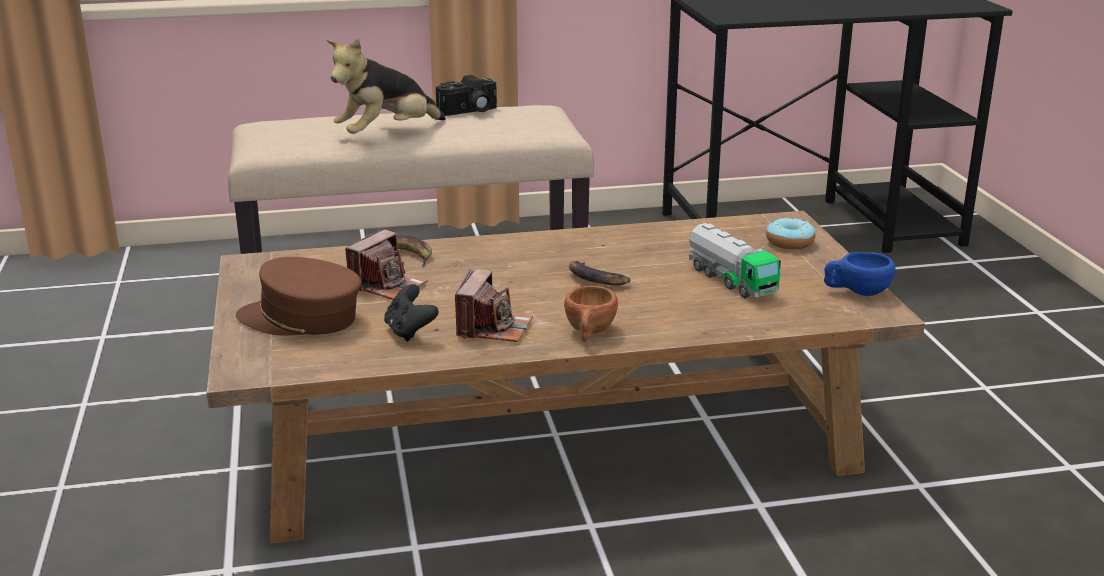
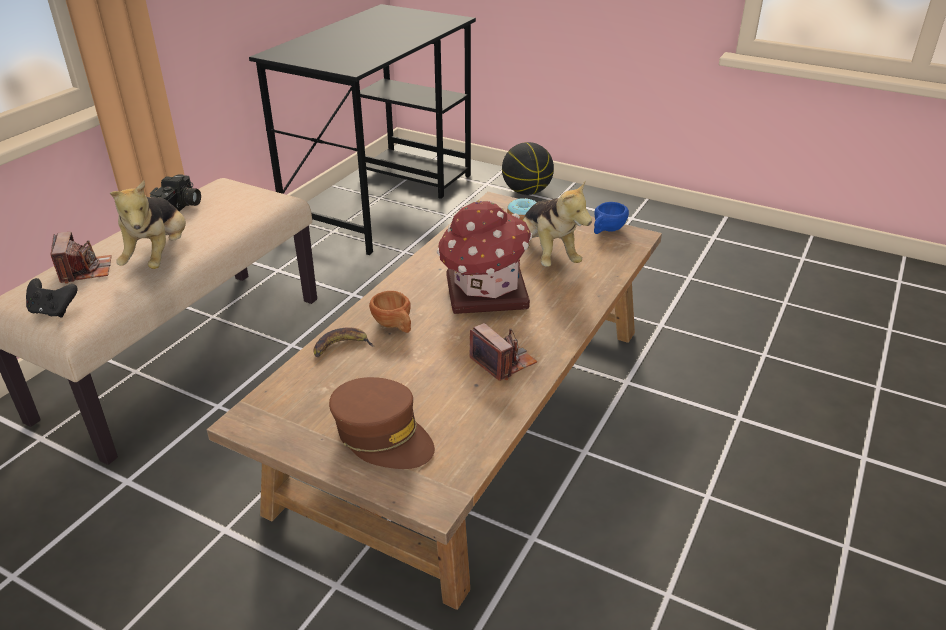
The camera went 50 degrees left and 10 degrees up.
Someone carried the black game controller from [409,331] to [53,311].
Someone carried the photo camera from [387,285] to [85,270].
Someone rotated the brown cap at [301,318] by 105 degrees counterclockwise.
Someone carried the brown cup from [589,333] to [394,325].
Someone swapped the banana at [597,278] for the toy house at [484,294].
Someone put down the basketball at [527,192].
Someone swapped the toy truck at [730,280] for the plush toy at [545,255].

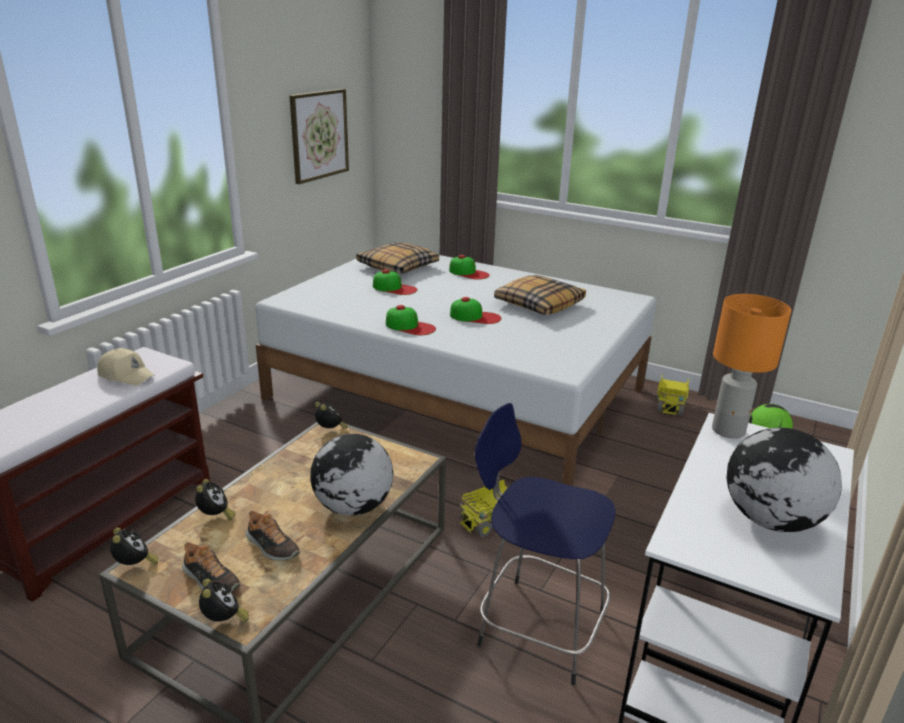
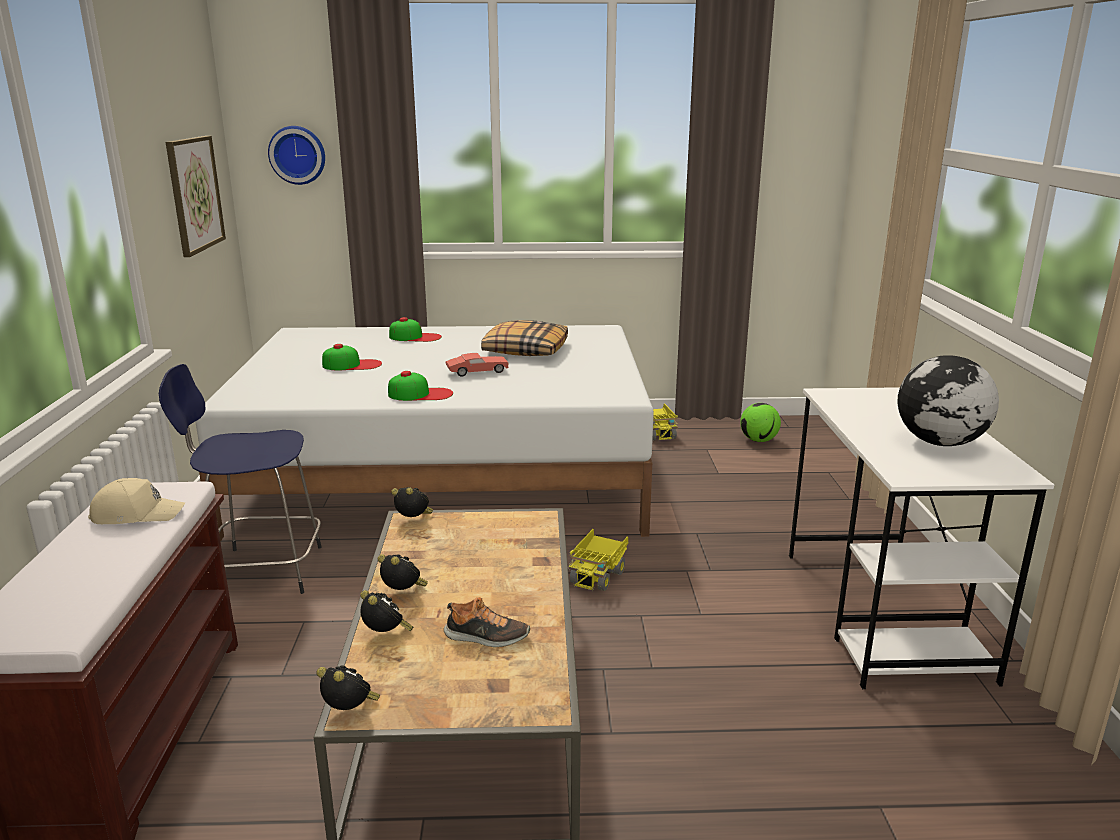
The camera went 30 degrees left and 5 degrees down.
Someone carried the blue stool from [537,627] to [262,570].
Someone put up the wall clock at [298,155].
Someone carried the alarm clock from [224,621] to [403,593].
Someone swapped the cap at [475,316] for the red toy car at [477,372].
Someone took away the shoe at [210,579].
Someone took away the globe at [352,507].
Someone took away the pillow at [397,267].
Someone took away the orange table lamp at [728,430].

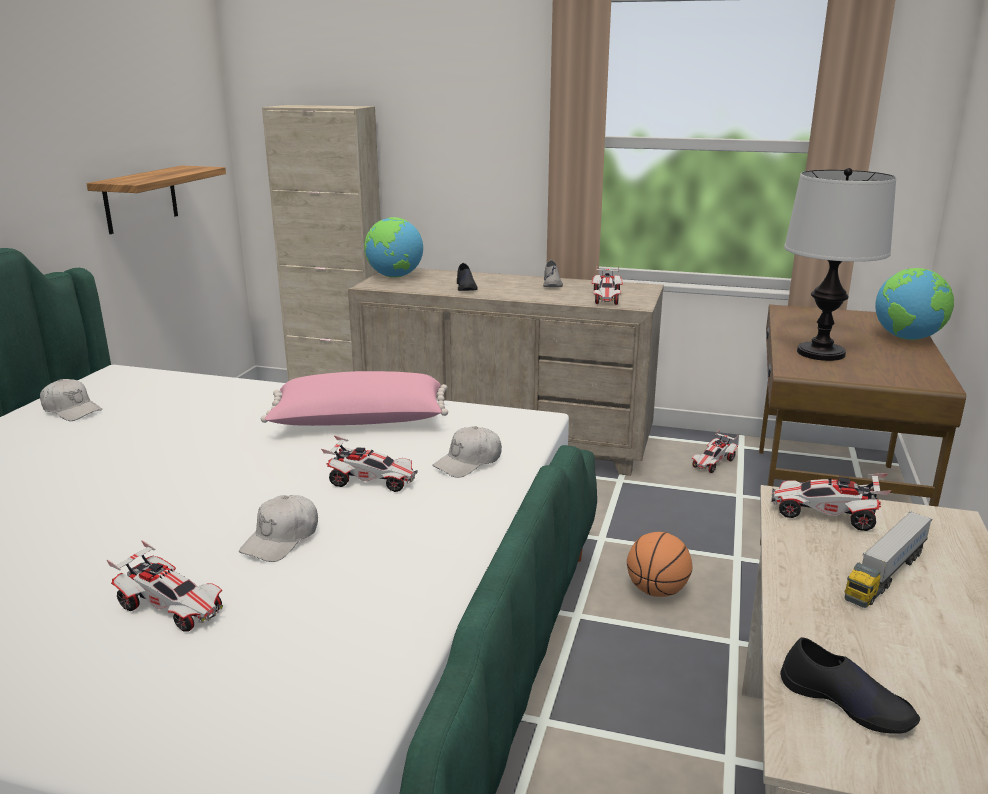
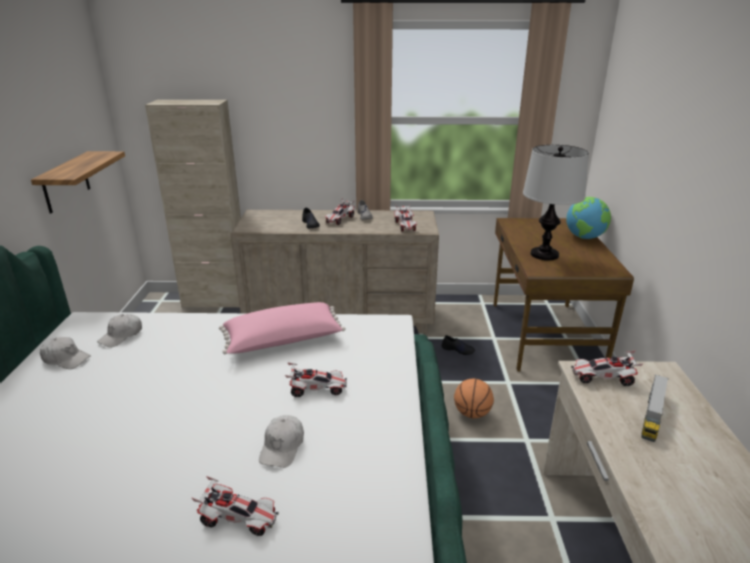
The camera went 15 degrees left and 5 degrees up.
Someone carried the white cap from [468,462] to [121,336].
Someone carried the toy car from [713,463] to [340,219].
Someone carried the black shoe from [846,702] to [458,350].
Someone took away the globe at [394,276].

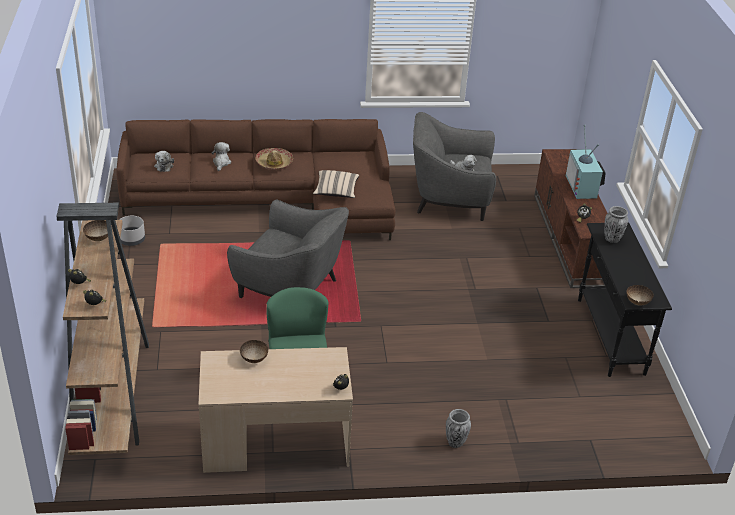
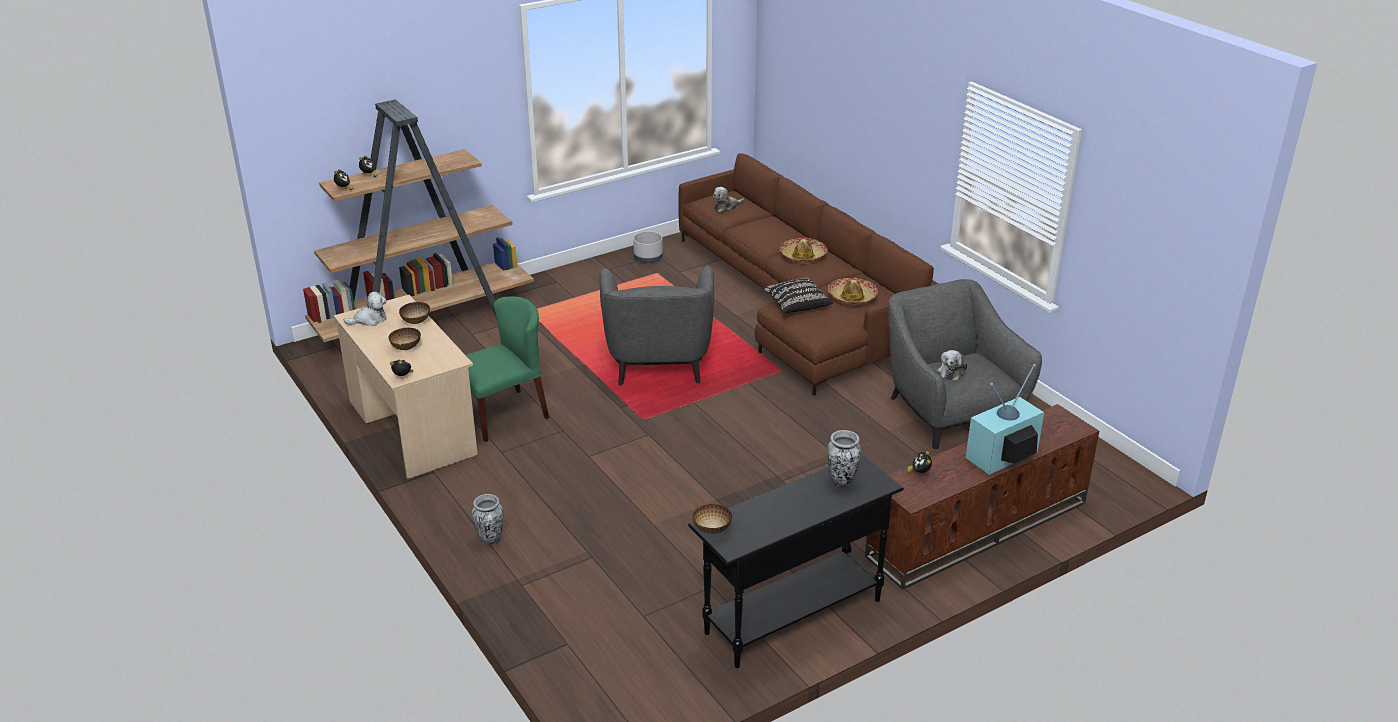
The camera went 65 degrees right and 5 degrees down.
Someone carried the plush toy from [221,163] to [369,320].
Someone carried the bowl from [98,238] to [405,347].
Someone repainted the beige pillow at [336,191], which became the black pillow at [796,305].
Someone put down the hat at [852,297].

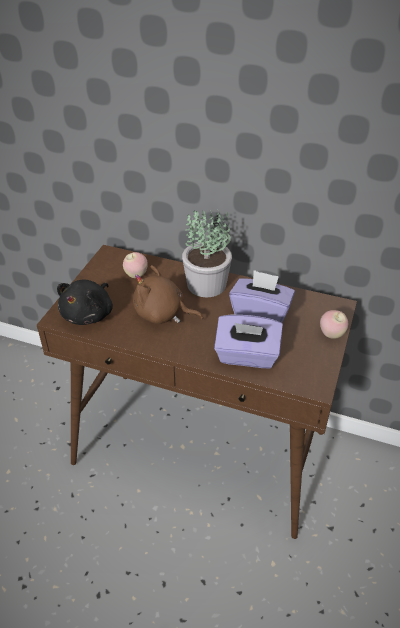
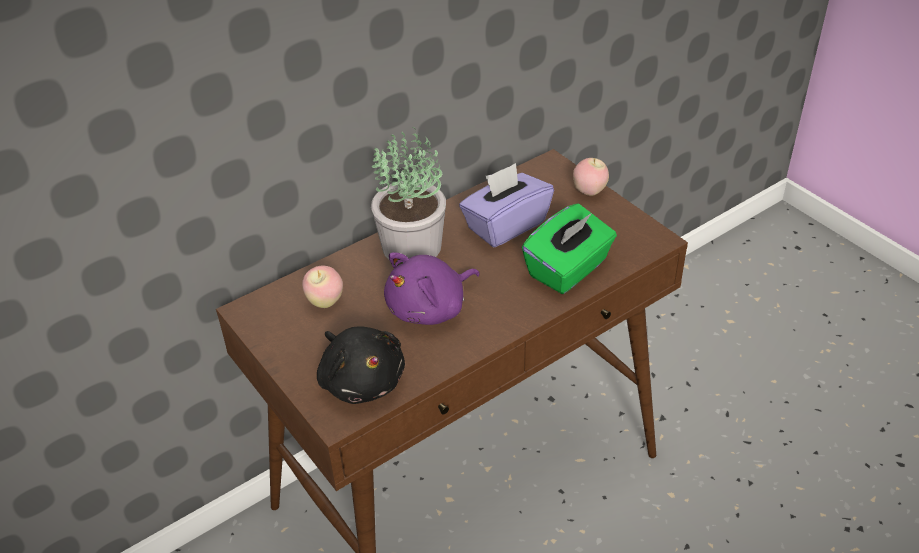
The camera went 55 degrees left and 0 degrees up.
Someone repainted the brown plush toy at [162,314], which became the purple plush toy at [430,308].
Someone repainted the purple tissue box at [247,356], which became the green tissue box at [568,269].

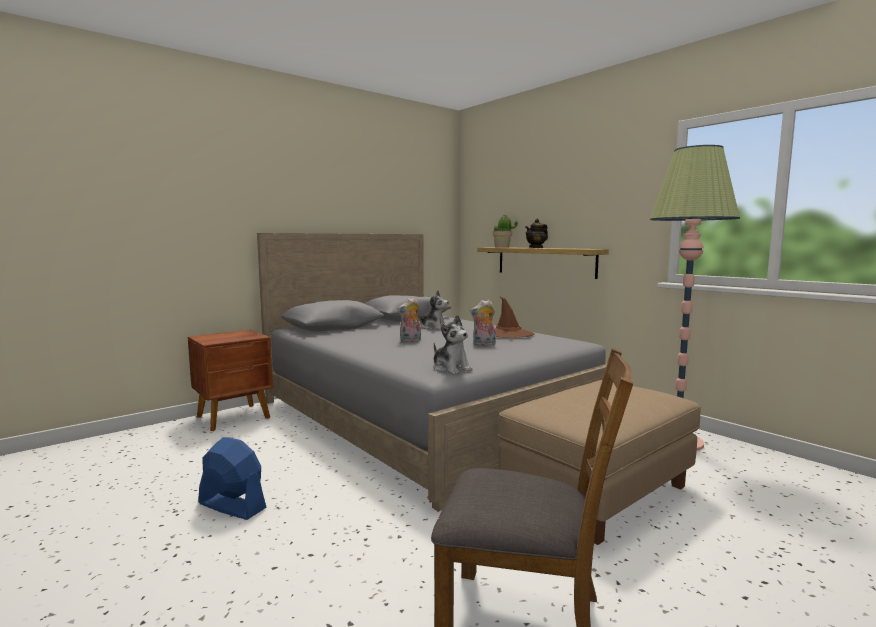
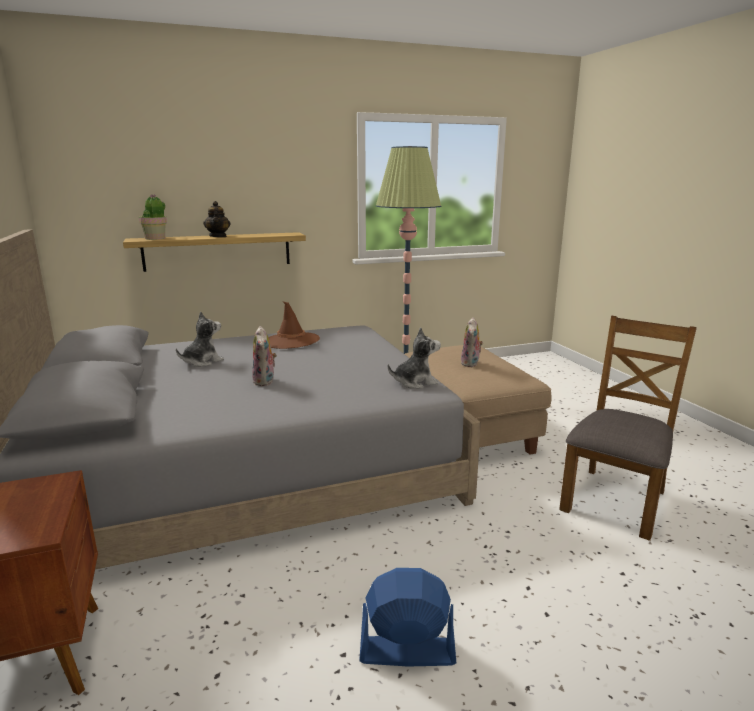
The camera went 70 degrees left and 10 degrees up.
Someone rotated the blue fan at [232,506] by 45 degrees clockwise.
Someone carried the plush toy from [484,344] to [471,364].

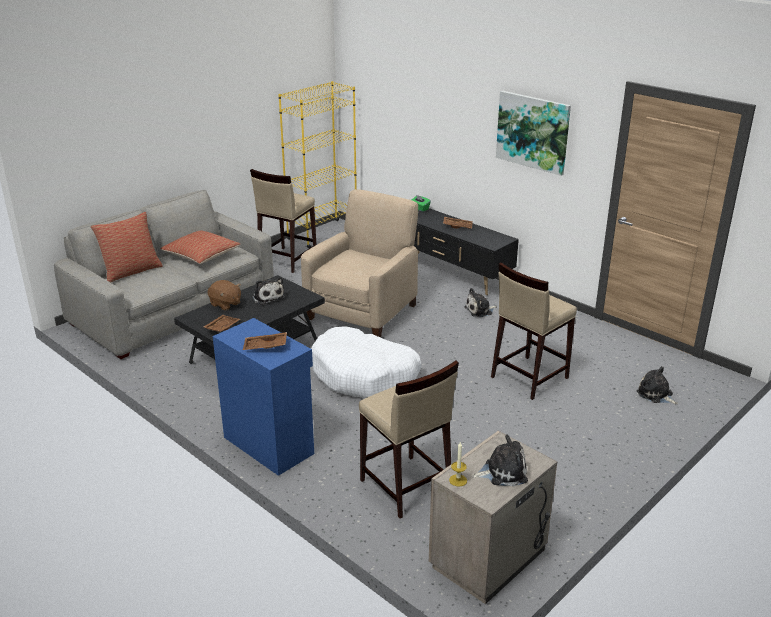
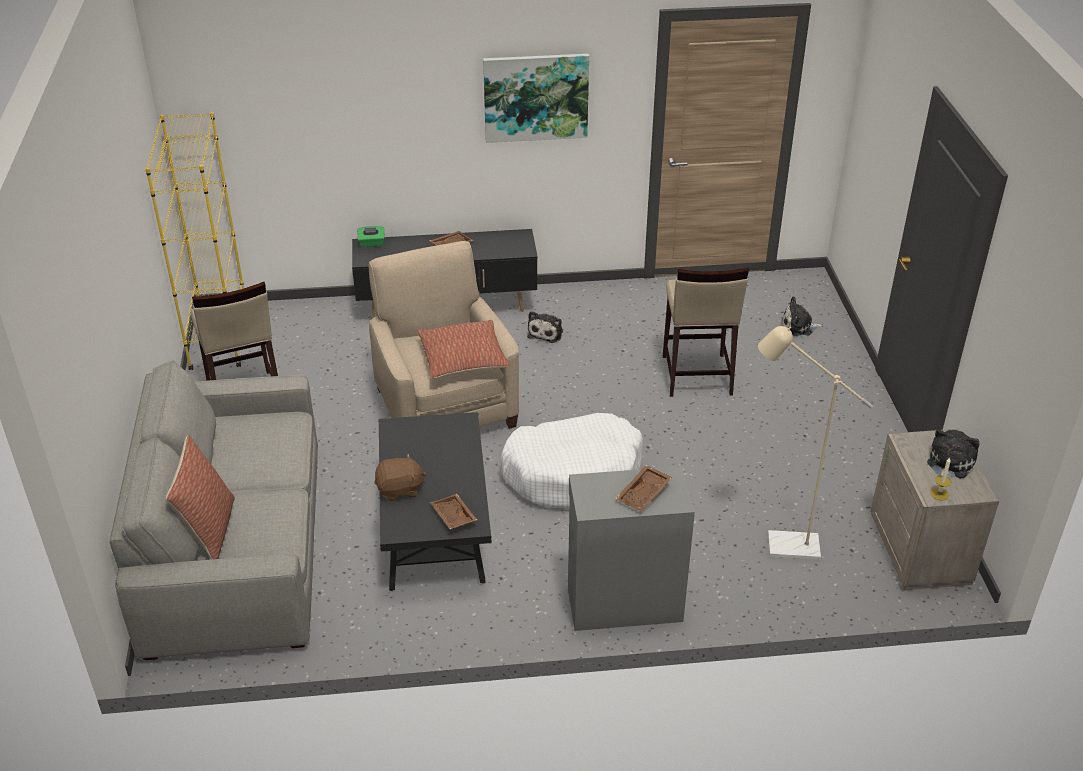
The camera went 50 degrees left and 10 degrees up.
Someone carried the pillow from [201,255] to [463,359].
Someone repainted the blue cabinet at [269,444], which became the grey cabinet at [623,602].
Someone swapped the beige stool at [405,487] for the beige floor lamp at [783,545].
Someone took away the plush toy at [267,297].

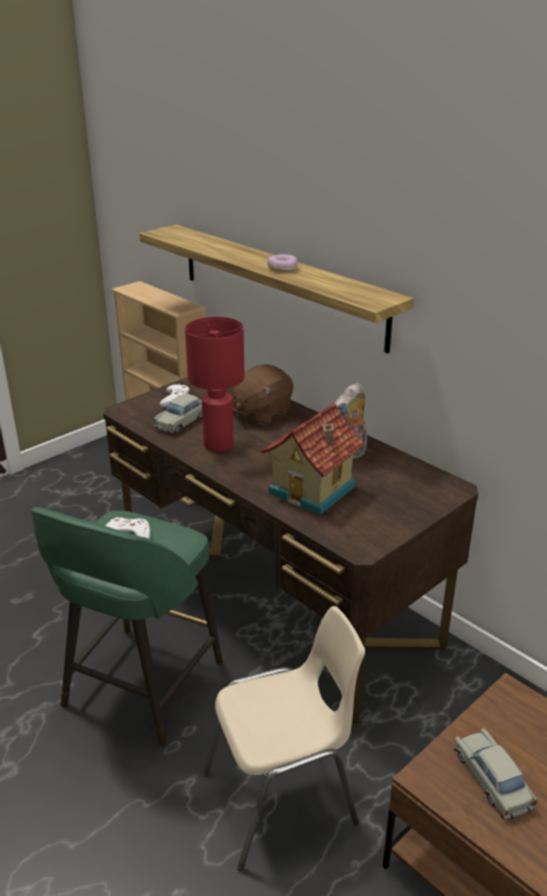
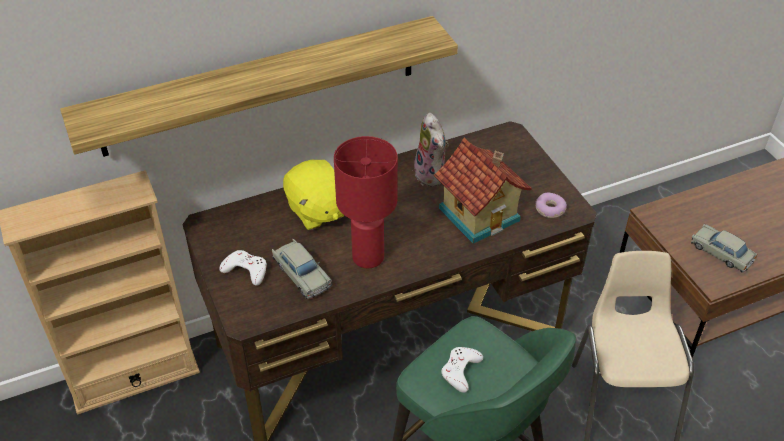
The camera went 70 degrees left and 15 degrees up.
Someone repainted the brown plush toy at [260,412], which became the yellow plush toy at [317,211].
Someone carried the donut from [282,268] to [550,209].
Someone rotated the beige toy car at [492,780] by 45 degrees clockwise.

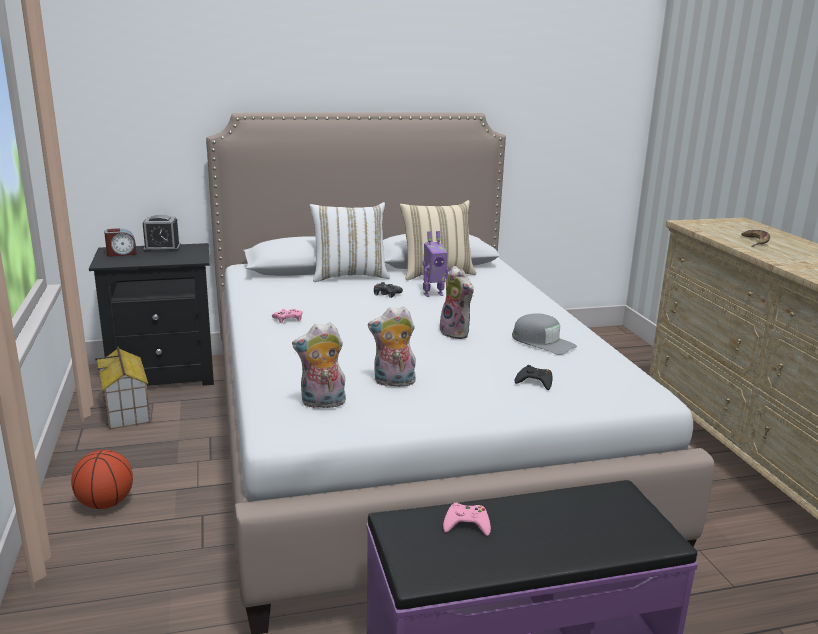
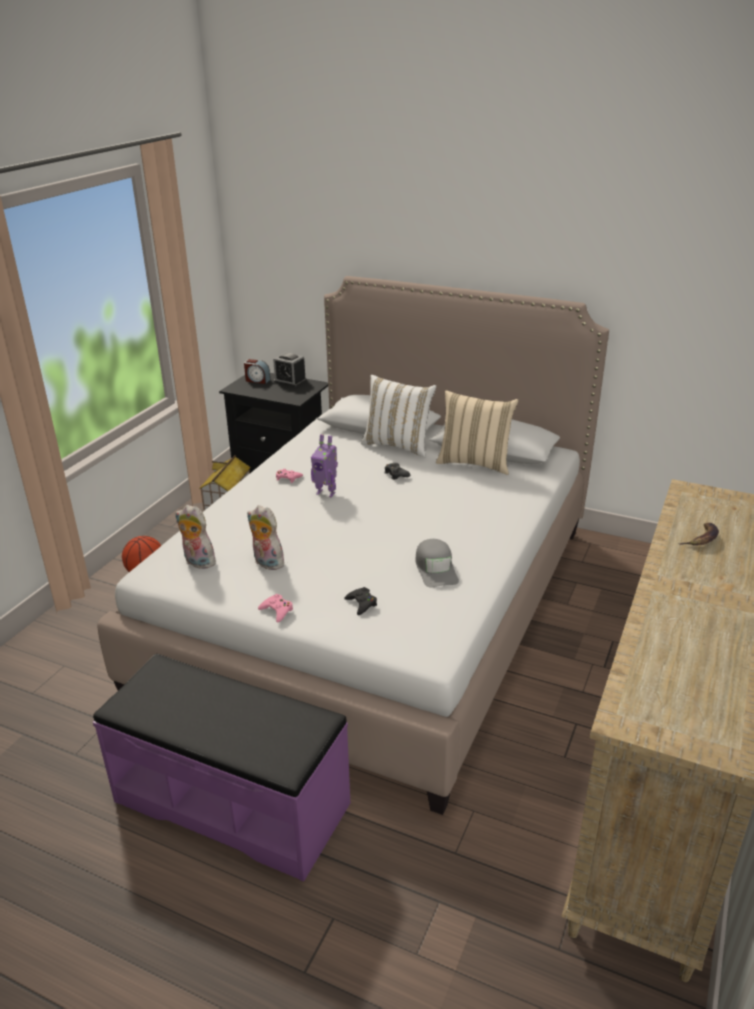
The camera went 40 degrees right and 10 degrees up.
Someone carried the pink game controller from [466,524] to [277,611].
Someone carried the toy robot from [432,294] to [326,492].
Someone took away the plush toy at [457,333].

